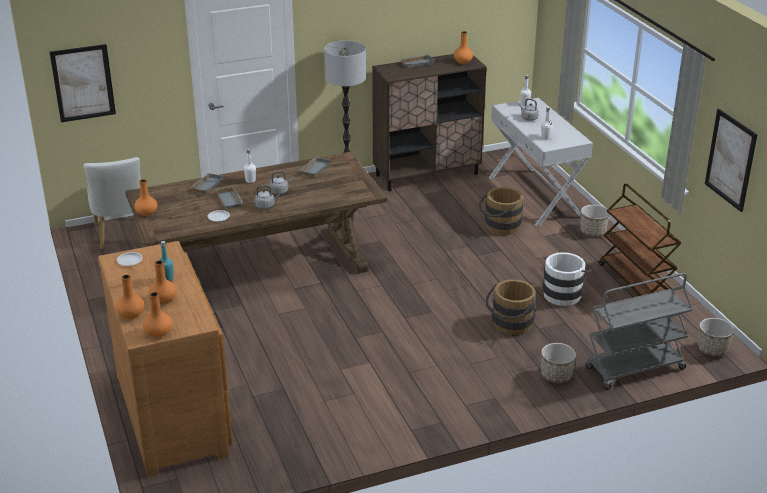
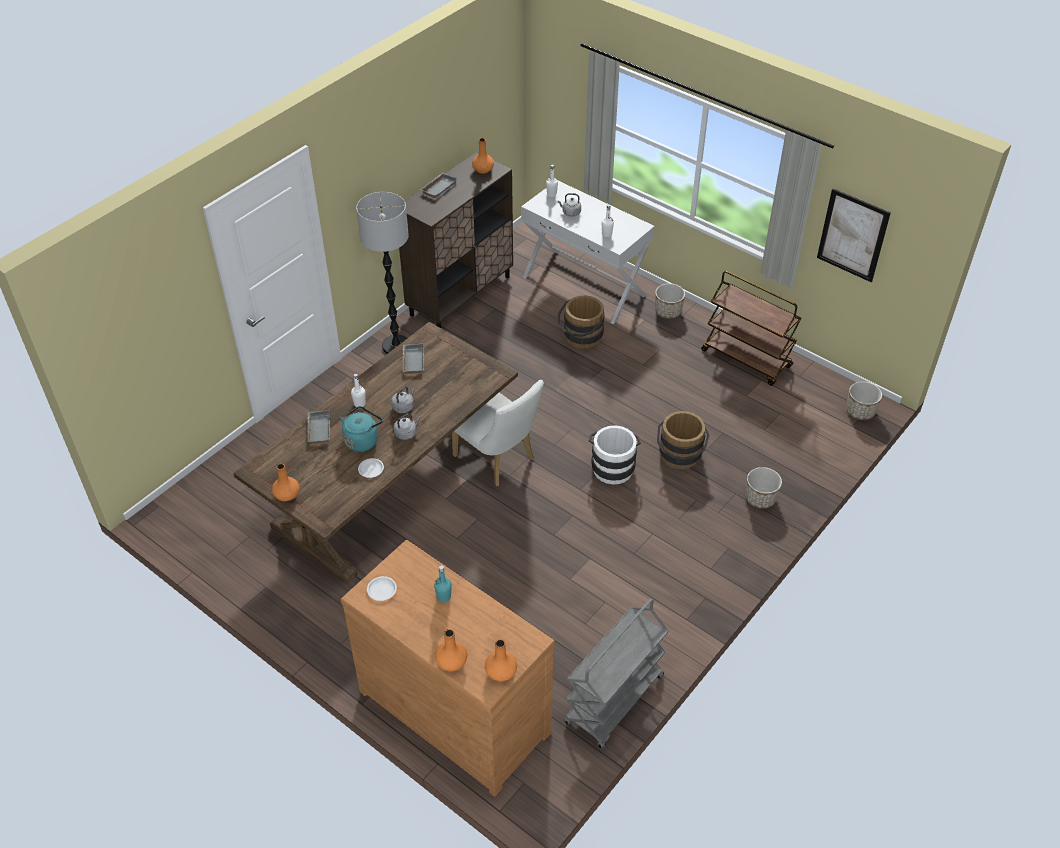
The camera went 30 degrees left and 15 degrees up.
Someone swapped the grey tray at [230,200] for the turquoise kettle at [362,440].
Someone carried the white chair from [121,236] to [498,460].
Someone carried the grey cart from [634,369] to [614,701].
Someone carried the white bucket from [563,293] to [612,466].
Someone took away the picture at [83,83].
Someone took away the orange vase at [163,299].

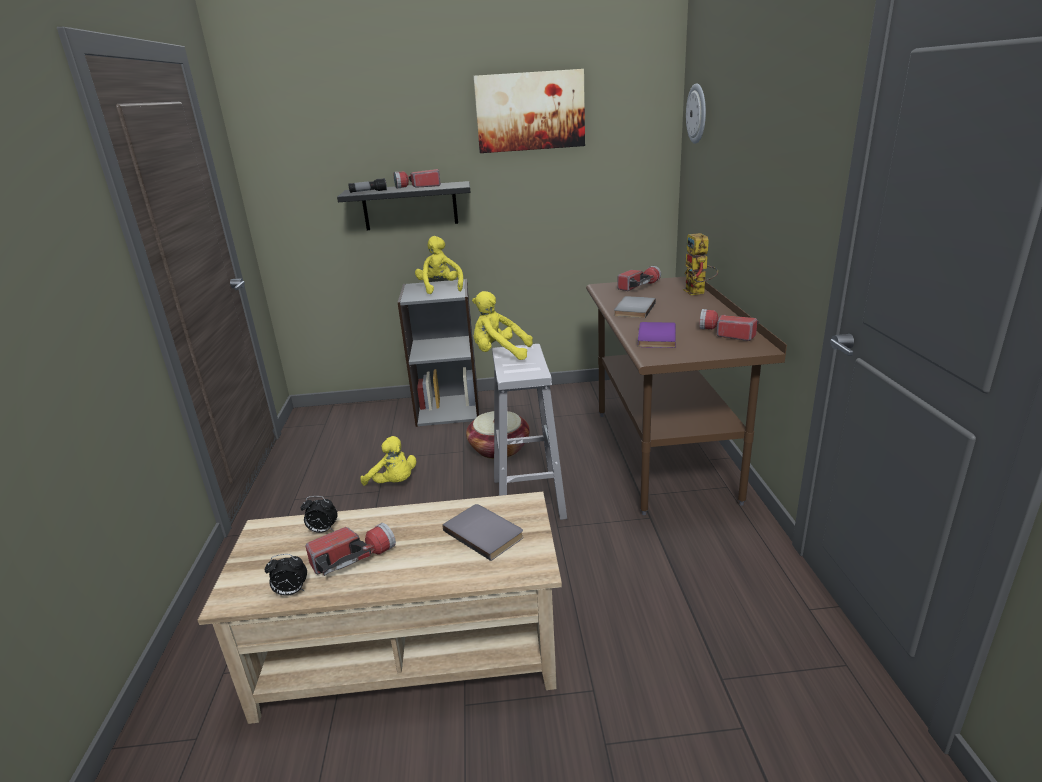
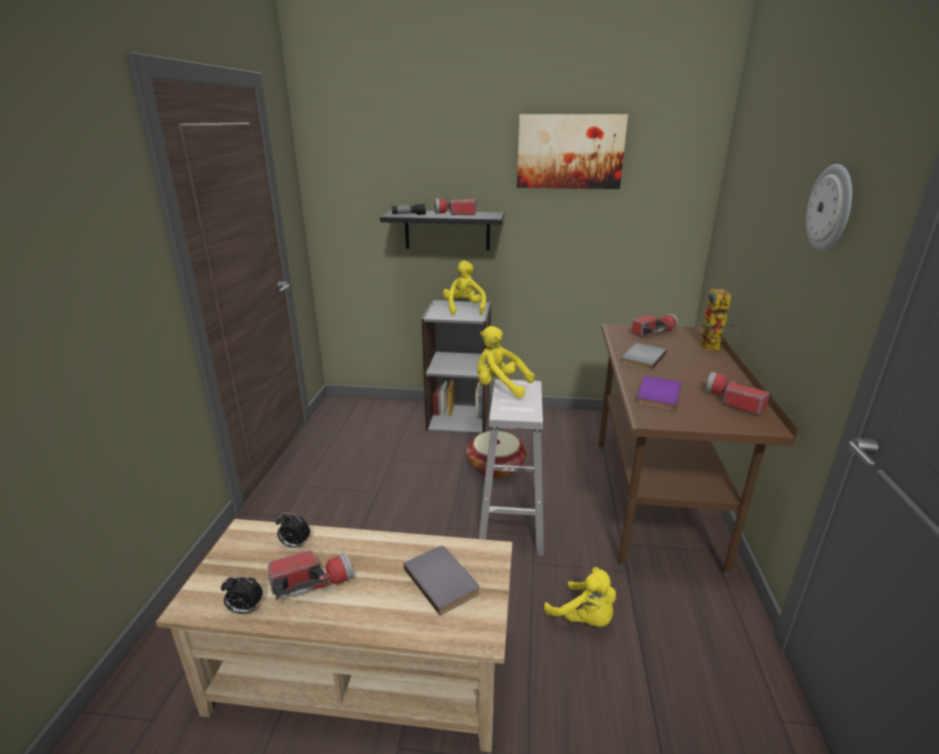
The camera went 10 degrees right and 0 degrees up.
Someone carried the yellow plush toy from [394,483] to [584,618].
Someone carried the wall clock from [697,113] to [831,208].

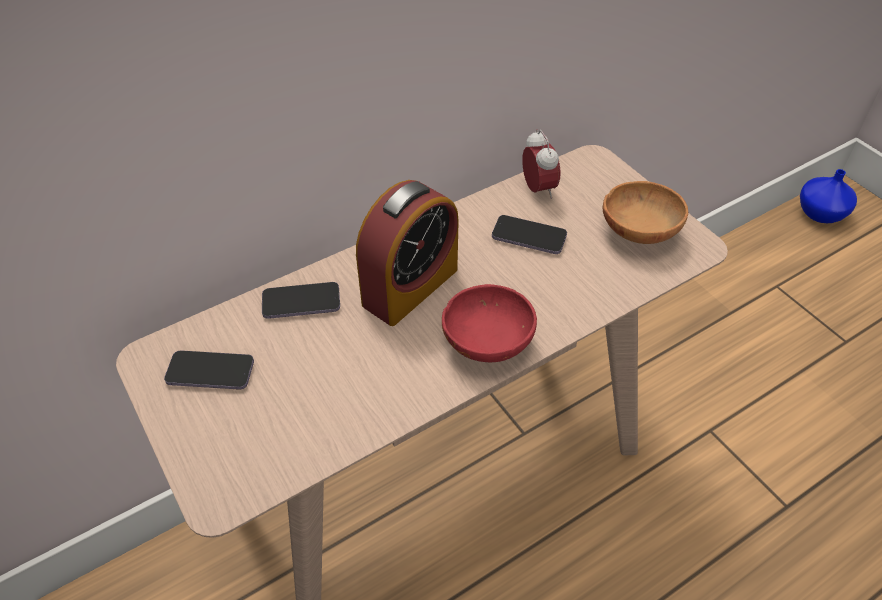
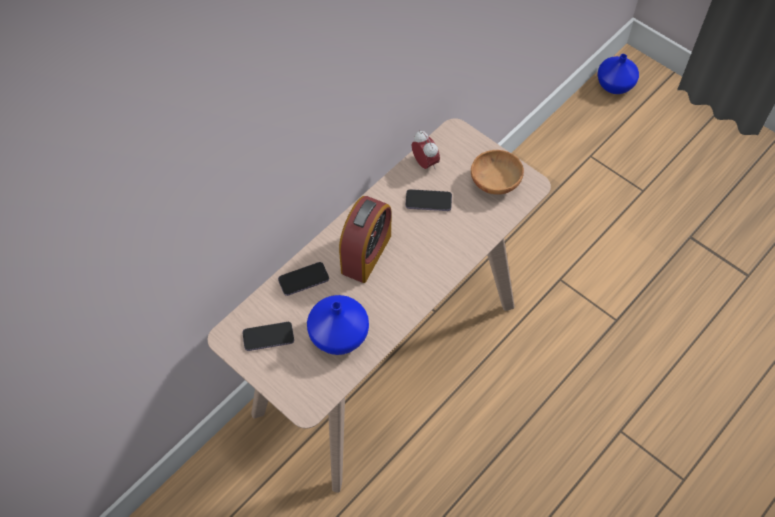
The camera went 15 degrees left and 10 degrees up.
Someone put down the blue vase at [338,336].
Someone took away the red bowl at [487,341].

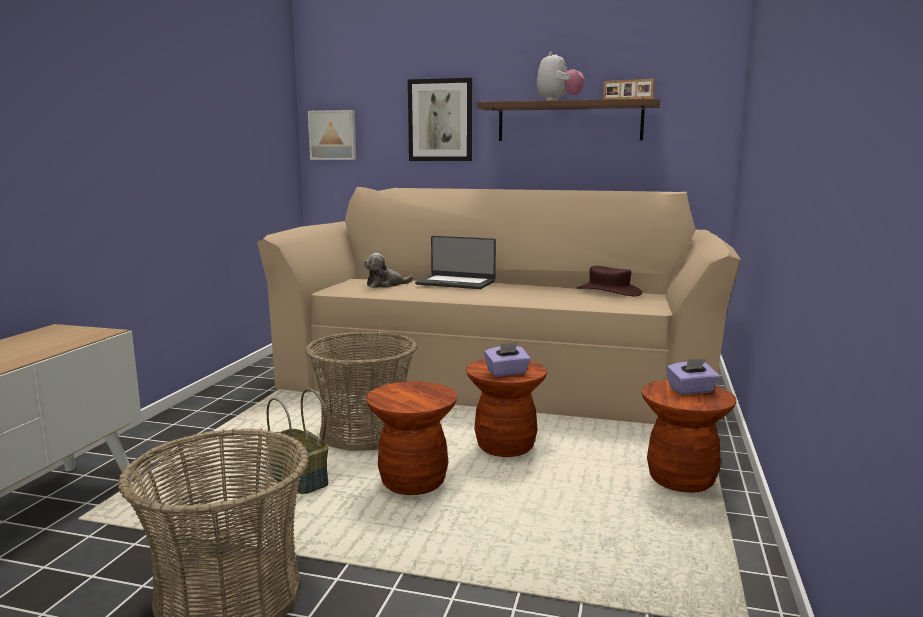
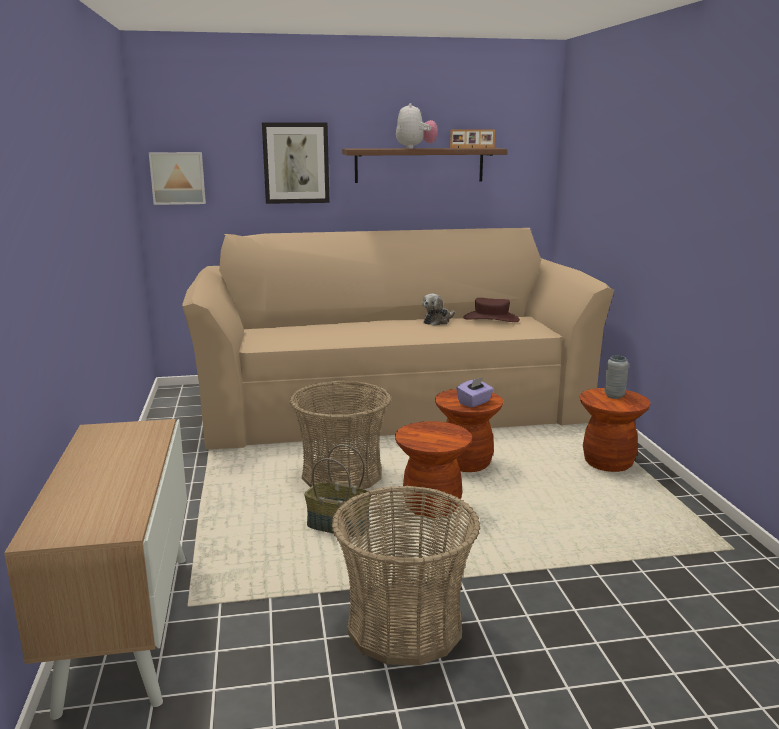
The camera went 25 degrees left and 5 degrees up.
Someone carried the plush toy from [385,285] to [438,321].
Someone swapped the purple tissue box at [691,390] for the grey vase at [614,396].
Someone took away the laptop at [456,283].

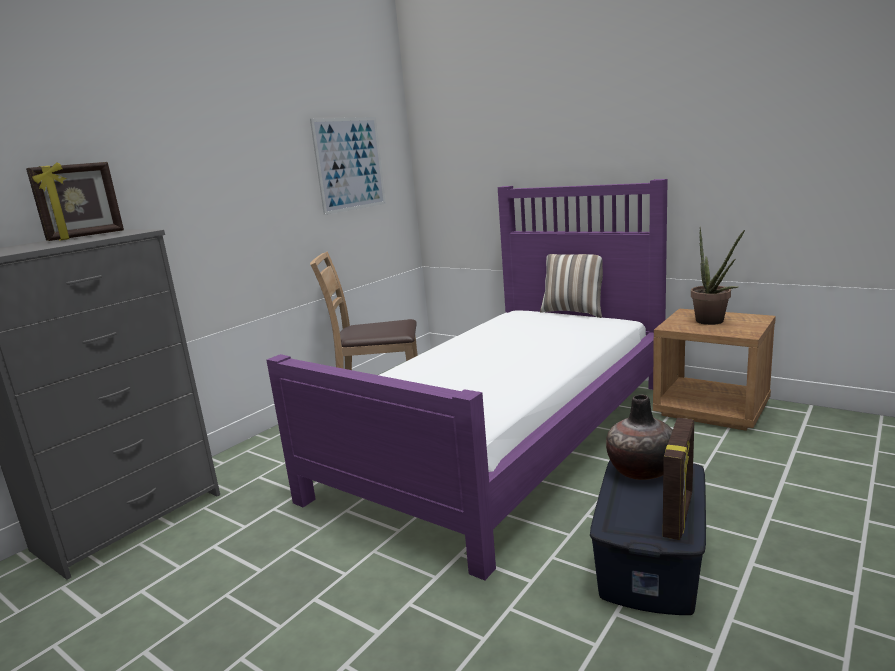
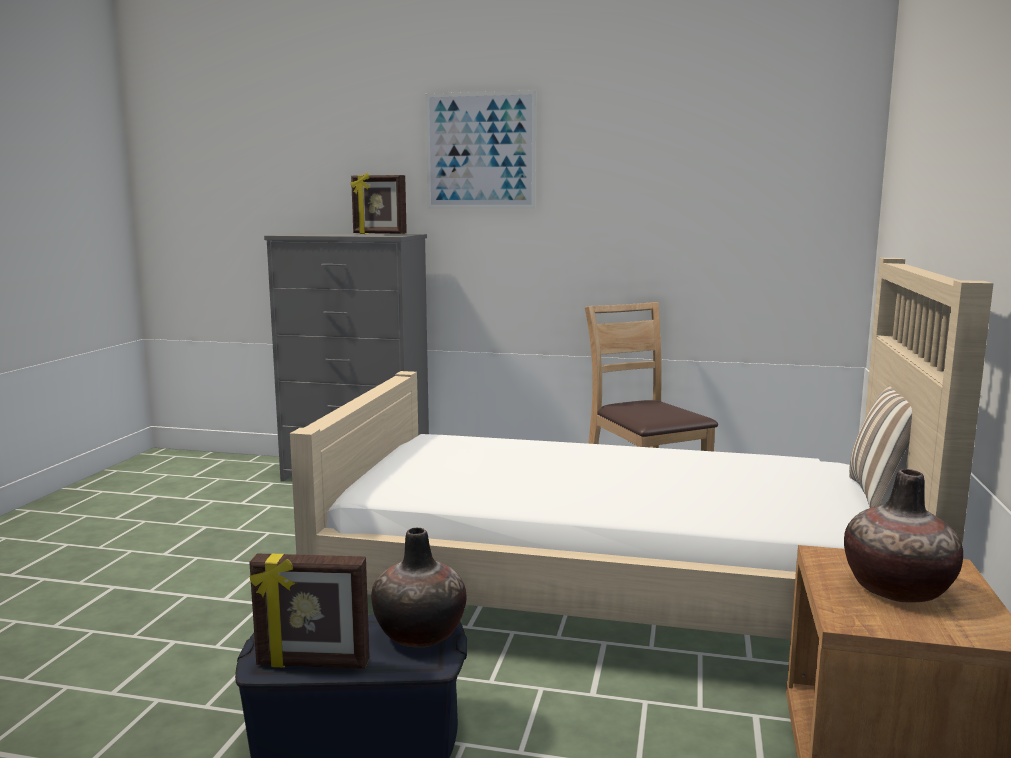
The camera went 65 degrees right and 5 degrees down.
Someone repainted the purple bed at [505,436], which became the beige bed at [614,594].
Someone carried the picture from [349,164] to [480,151].
Someone swapped the potted plant at [713,322] for the vase at [897,589].

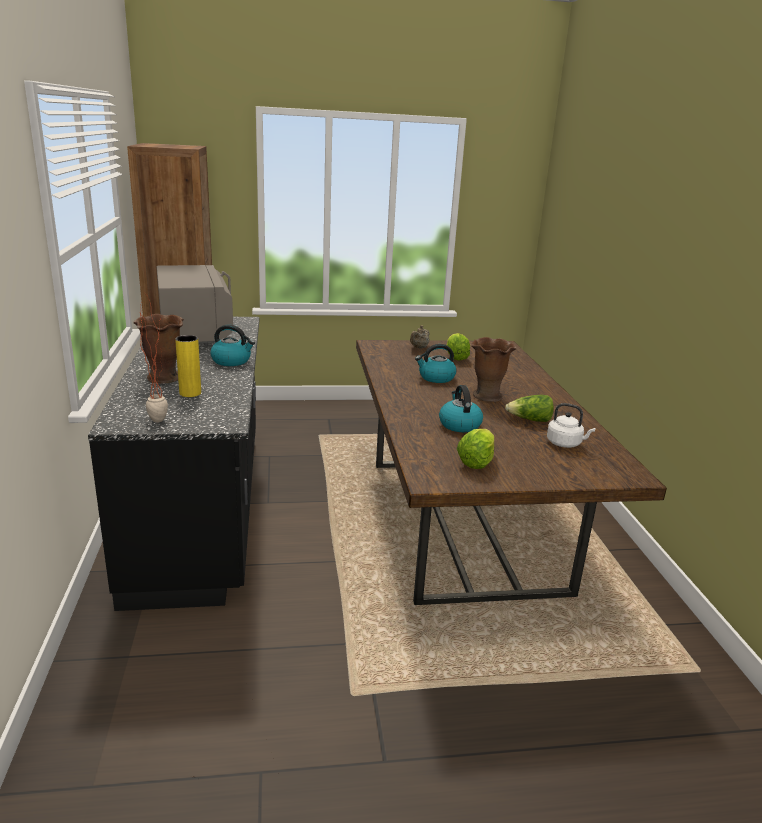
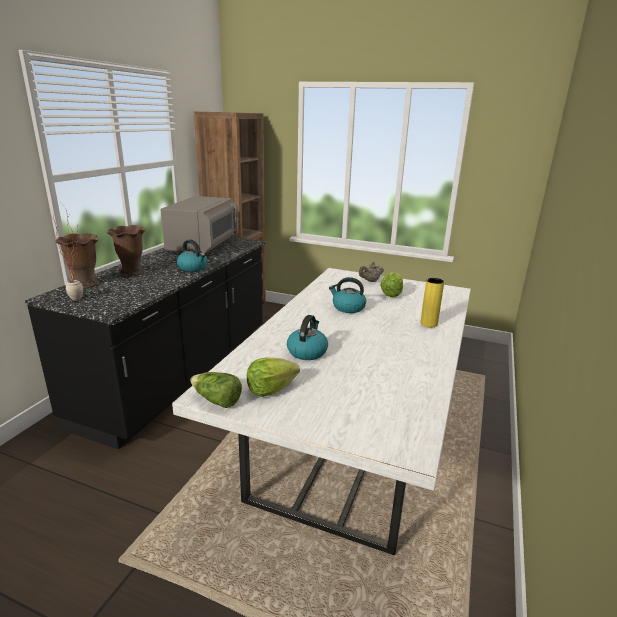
The camera went 30 degrees right and 0 degrees up.
Someone carried the brown vase from [487,396] to [85,284].
Someone repainted the brown dining table at [461,524], which became the white dining table at [351,443].
Someone carried the lettuce from [530,420] to [216,400].
Someone carried the yellow vase from [190,393] to [428,324].
Someone took away the white kettle at [565,444].

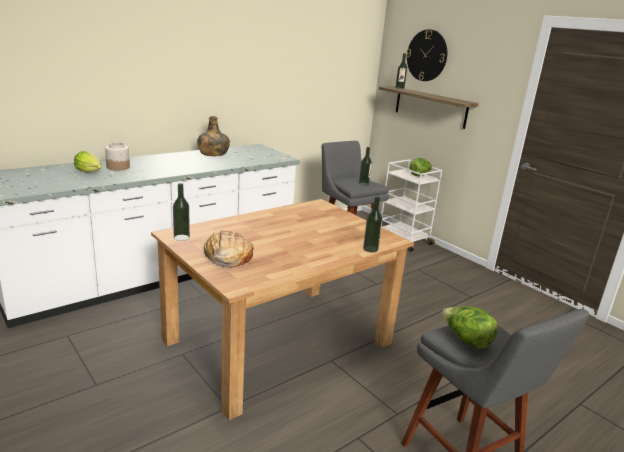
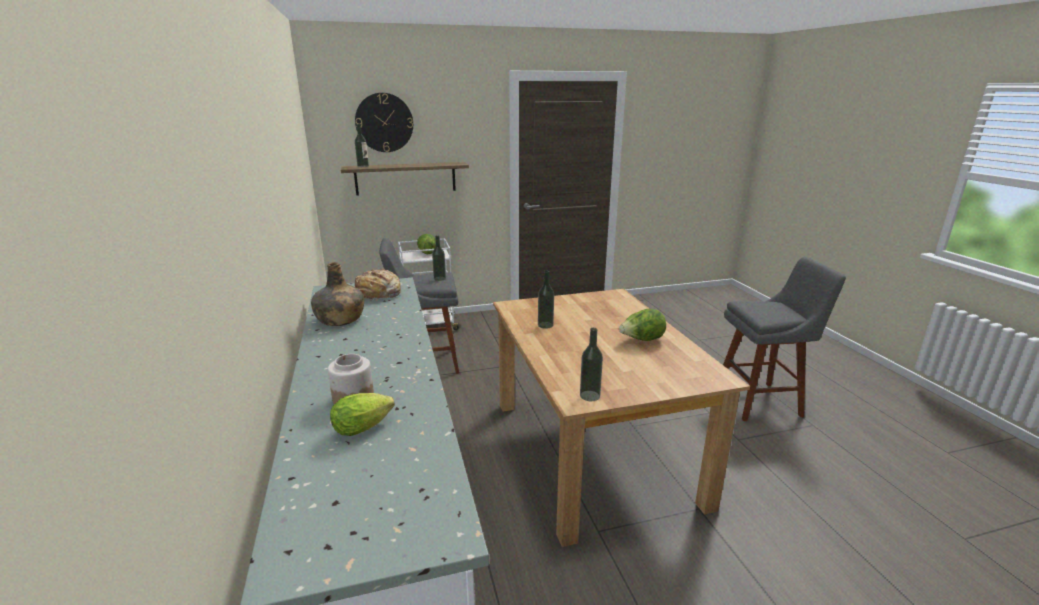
The camera went 65 degrees left and 0 degrees up.
Someone carried the bread from [227,257] to [378,294].
Someone carried the bottle from [370,249] to [545,325].
Someone carried the lettuce from [466,340] to [641,340].

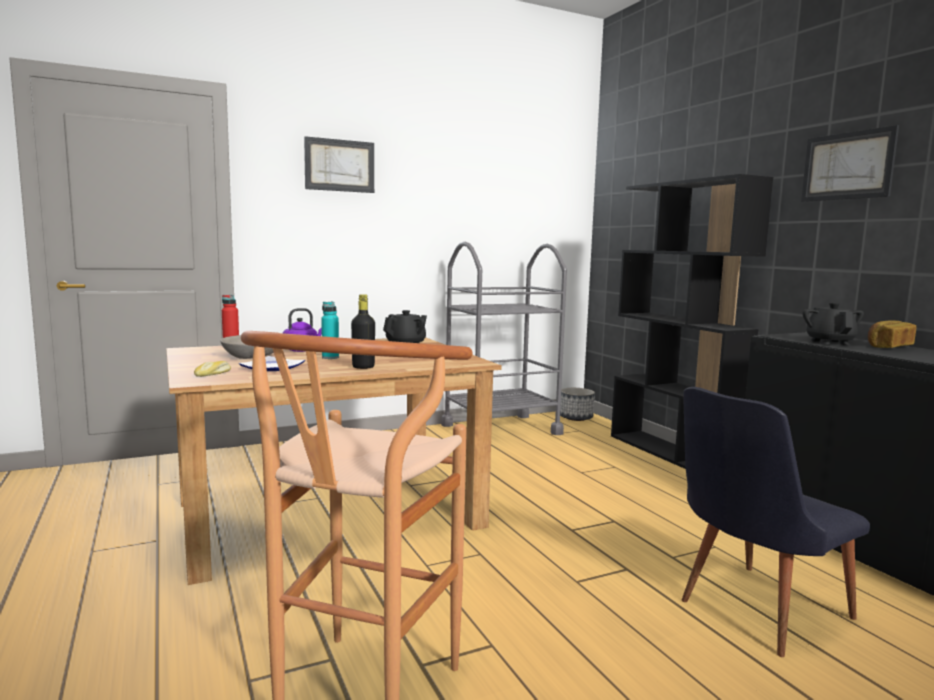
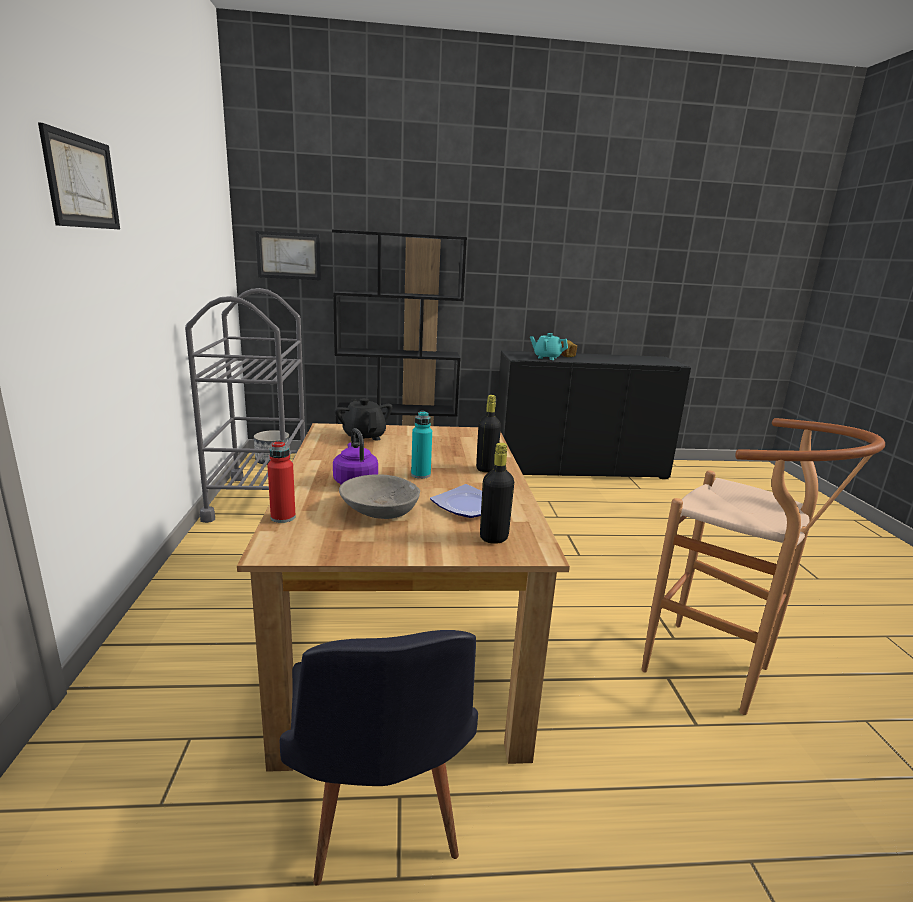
The camera went 70 degrees left and 10 degrees up.
Someone carried the picture from [847,166] to [288,255].
Someone carried the black chair from [752,612] to [379,817].
Someone swapped the bread at [214,374] for the black bottle at [493,538].
Someone repainted the black teapot at [829,342], which became the turquoise teapot at [547,358].

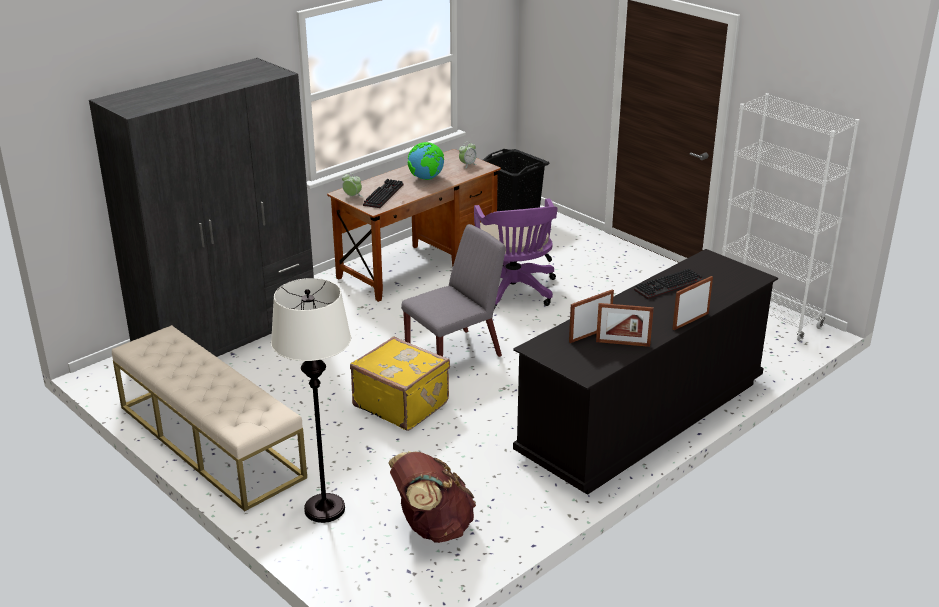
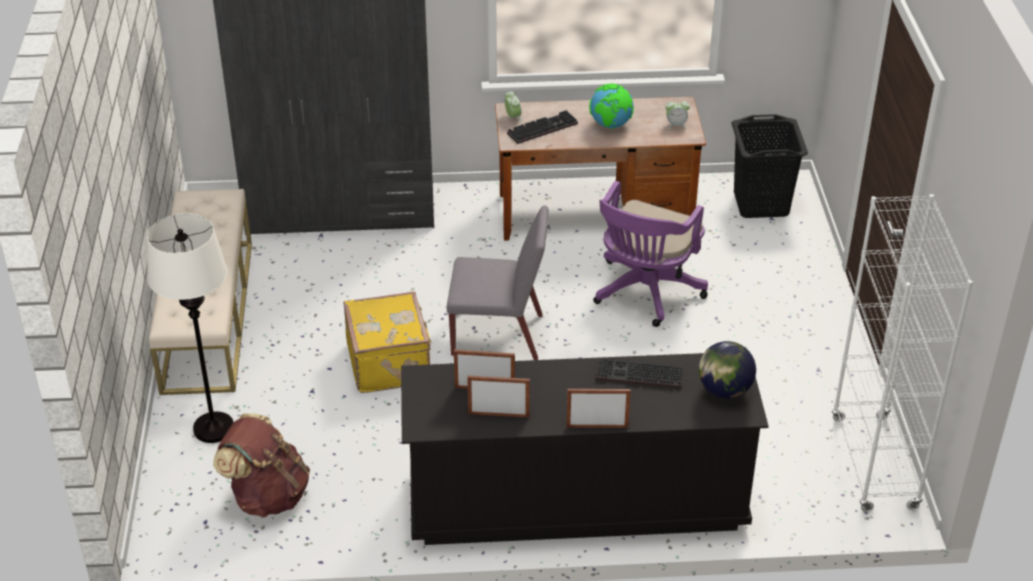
The camera went 40 degrees right and 10 degrees up.
Someone rotated the picture frame at [623,343] by 135 degrees clockwise.
Someone put down the globe at [724,390].

